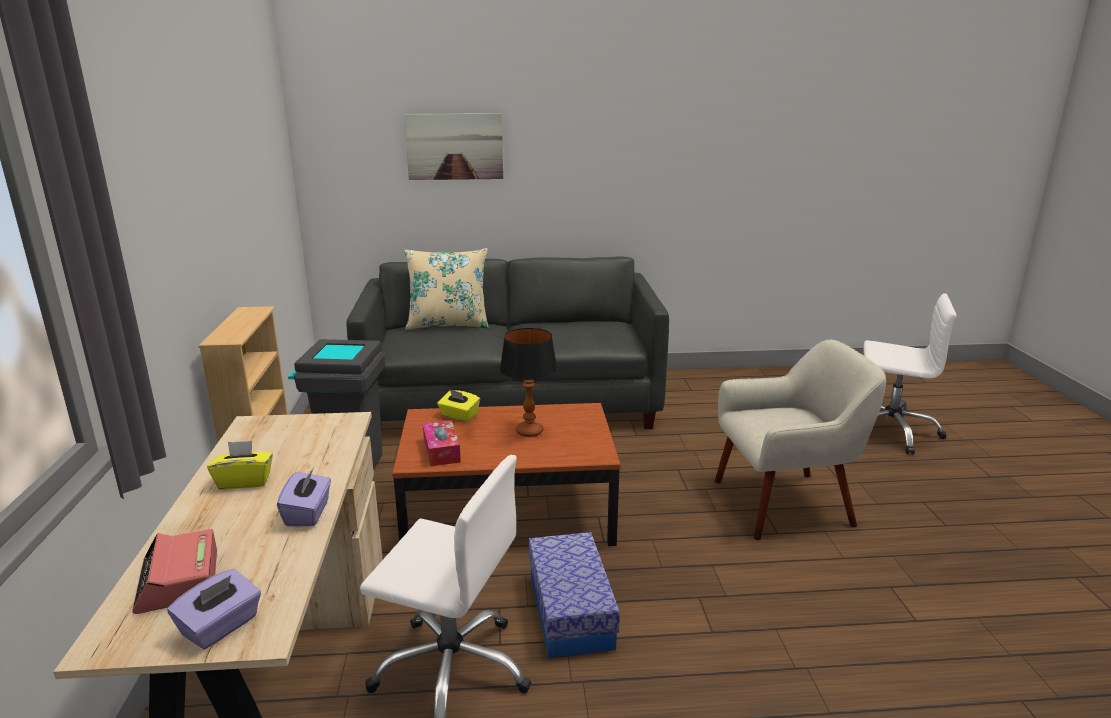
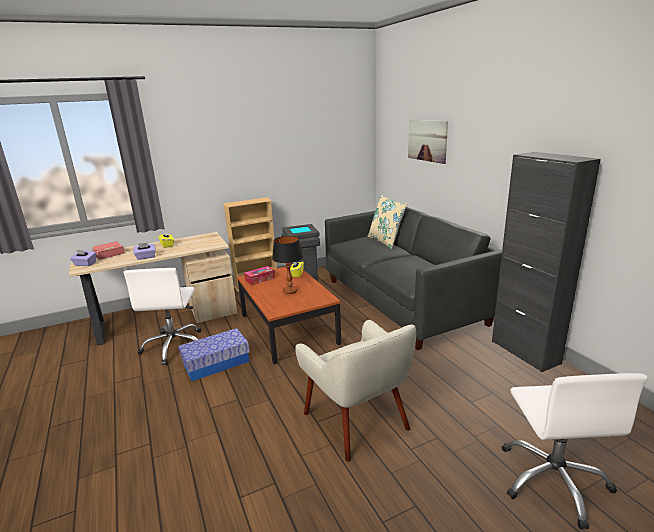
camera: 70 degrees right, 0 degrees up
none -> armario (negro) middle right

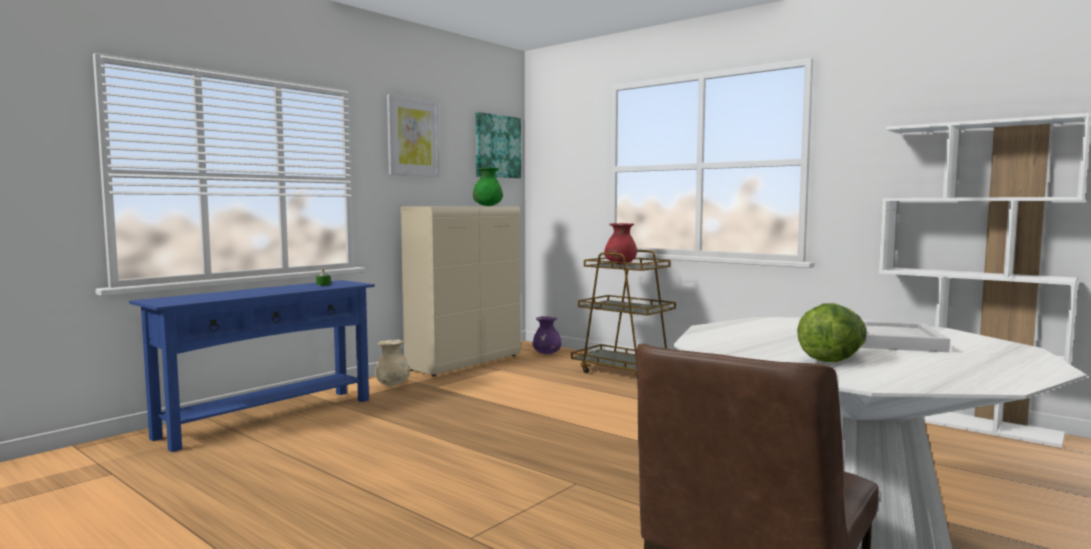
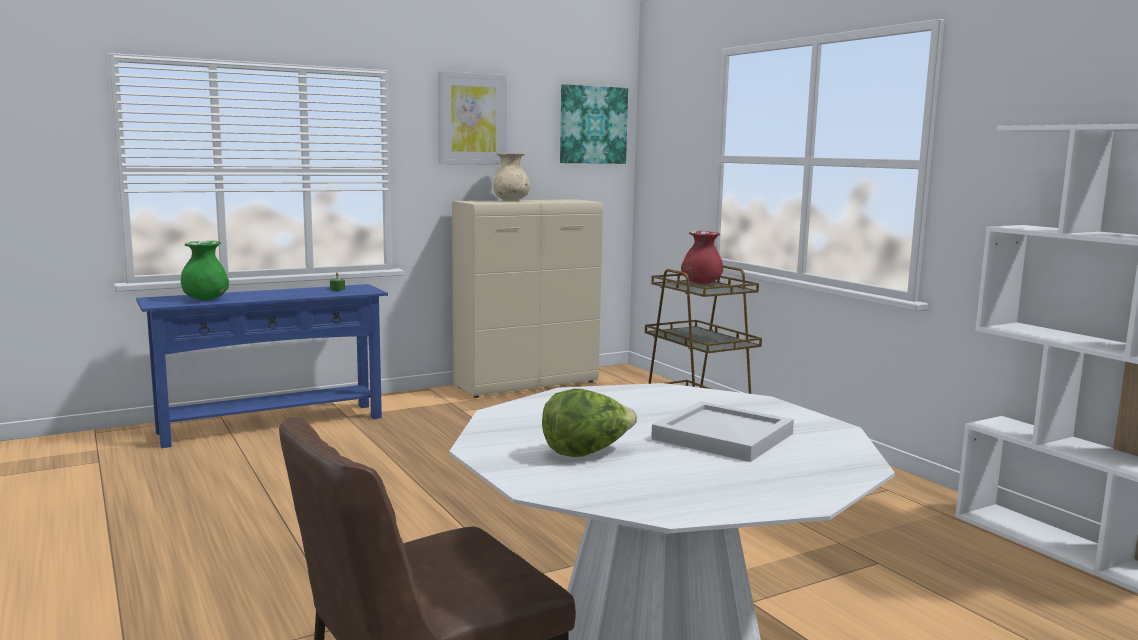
camera: 20 degrees right, 5 degrees up
florero (verde) centre -> florero (verde) middle left, moved
florero (beis) centre -> florero (beis) top centre, moved
florero (morado) centre -> none

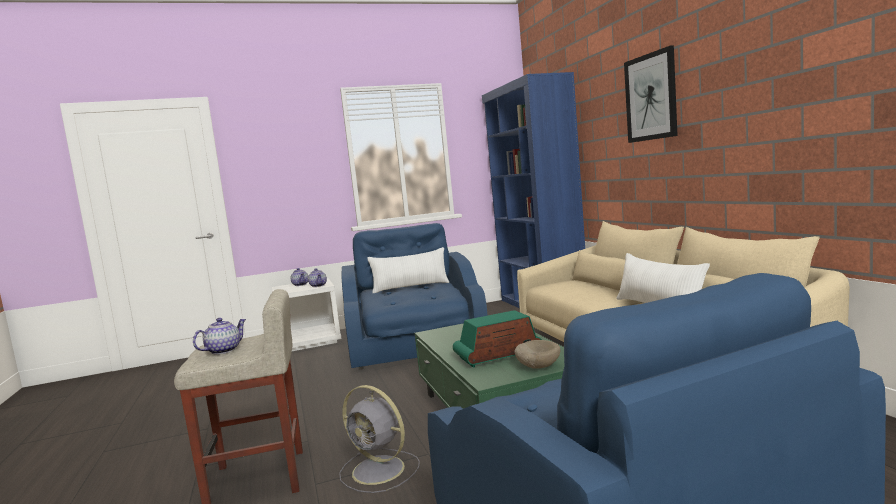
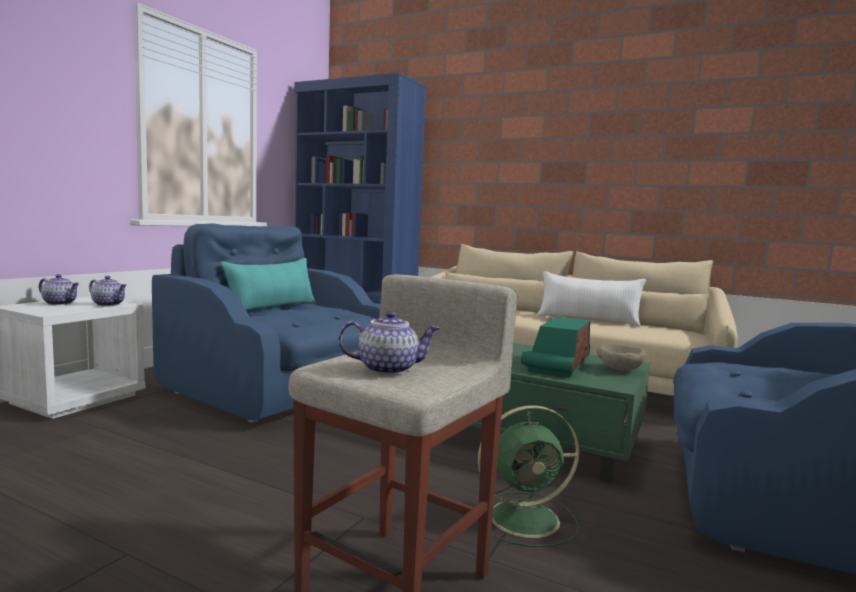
camera: 45 degrees left, 0 degrees up
cojín (blanco) (1st from left) centre -> cojín (turquesa) middle left
tetera (1st from left in the first image) bottom left -> tetera (3rd from left) centre, 90 degrees clockwise
ventilador (gris) bottom centre -> ventilador (verde) bottom centre
cuadro top right -> none

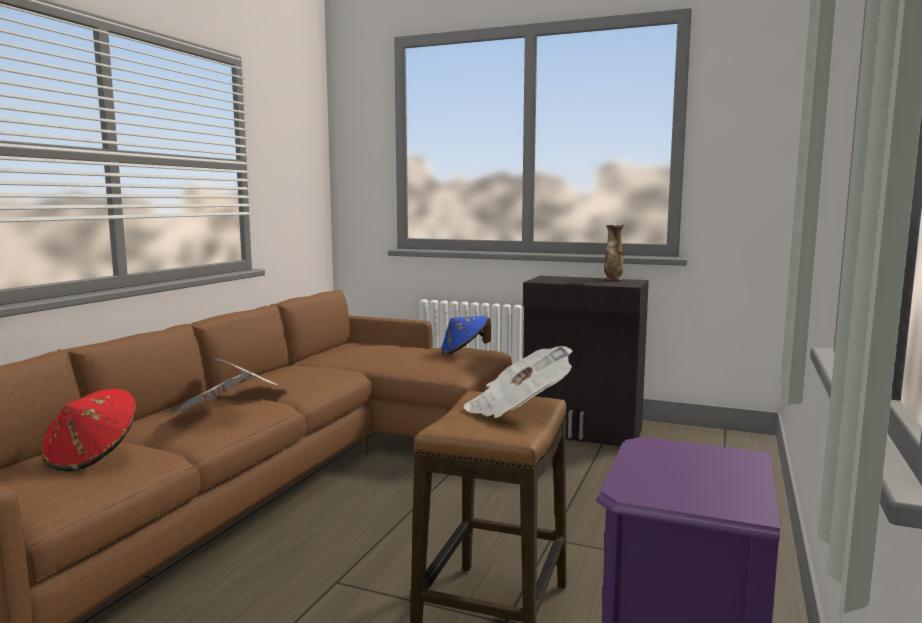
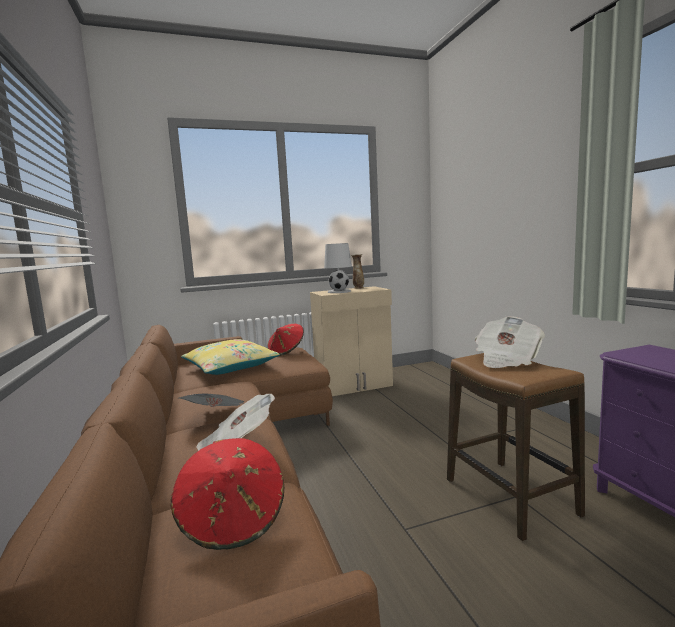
camera: 40 degrees left, 0 degrees up
none -> cojín (amarillo) centre
sombrero (azul) centre -> sombrero (rojo) (2nd from left) centre
armario (negro) centre -> armario (beis) centre
none -> lámpara de mesa (blanco) centre

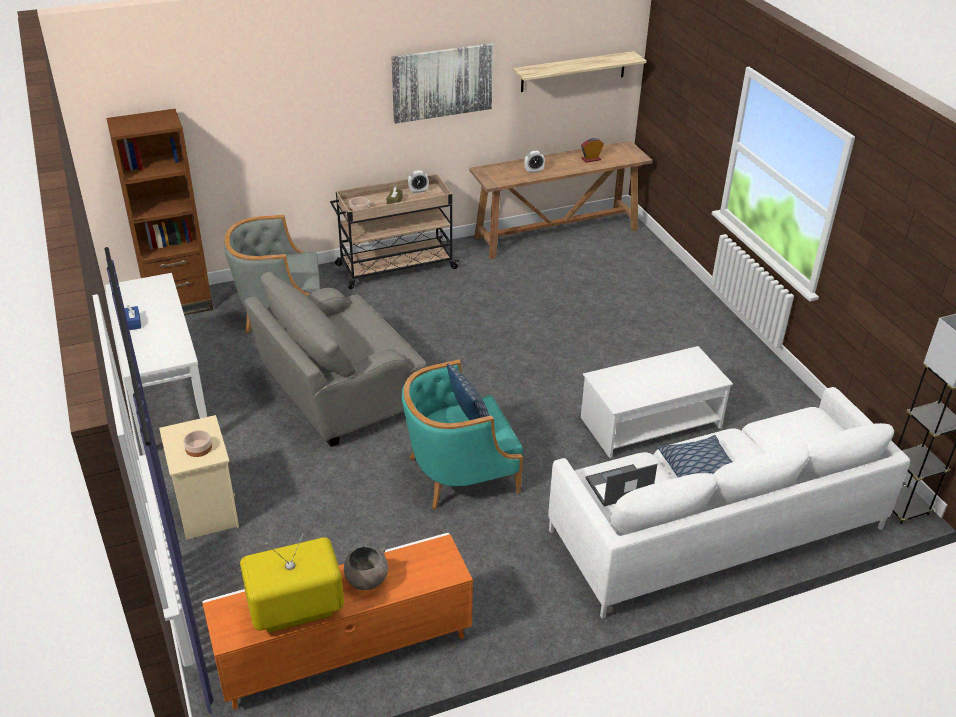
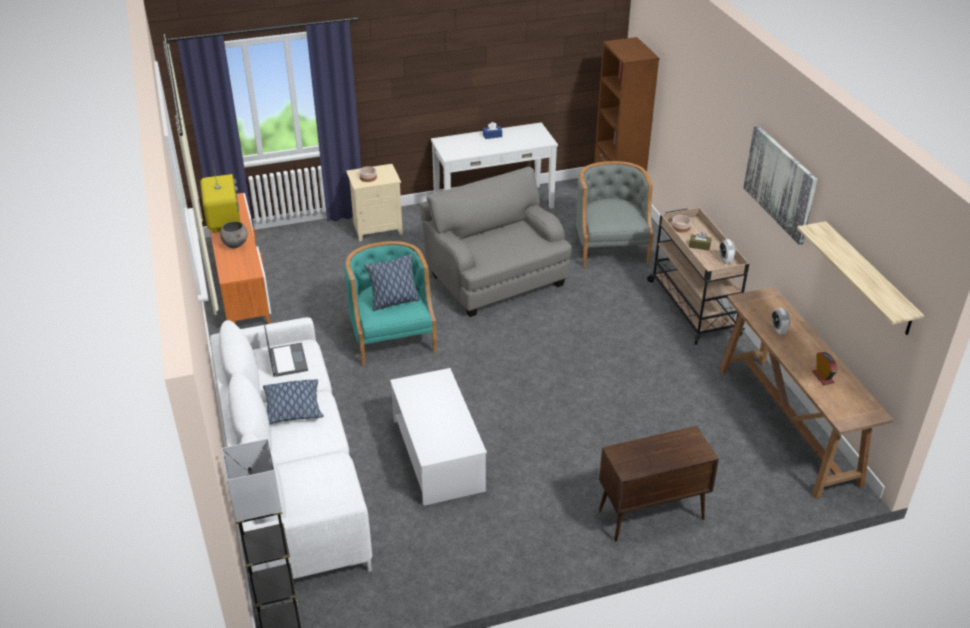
camera: 95 degrees right, 0 degrees up
none -> armario (marrón) bottom right

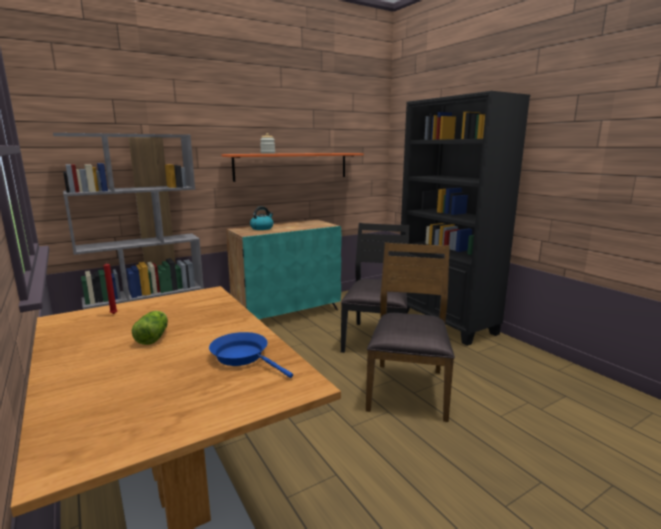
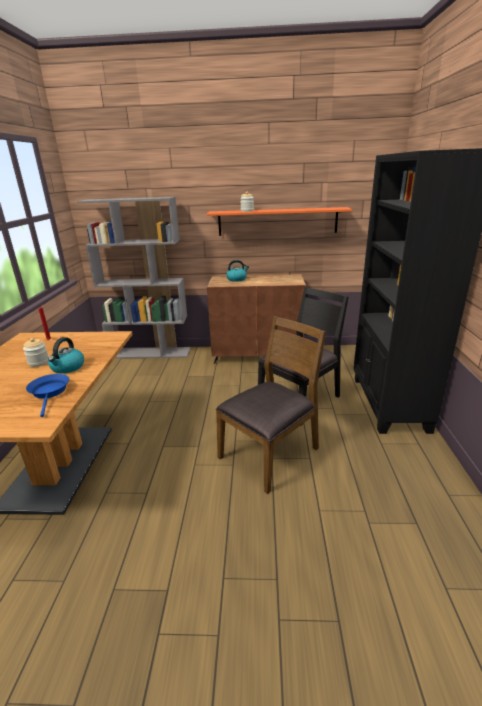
camera: 35 degrees right, 10 degrees up
lechuga middle left -> tarro (1st from left) middle left
none -> hervidor (1st from left) middle left
armario (turquesa) centre -> armario (marrón) centre

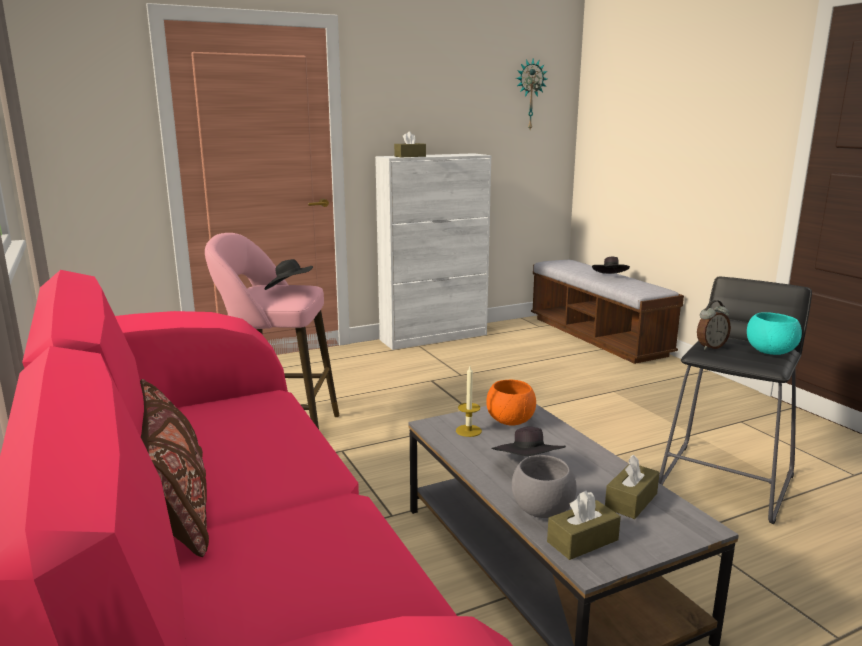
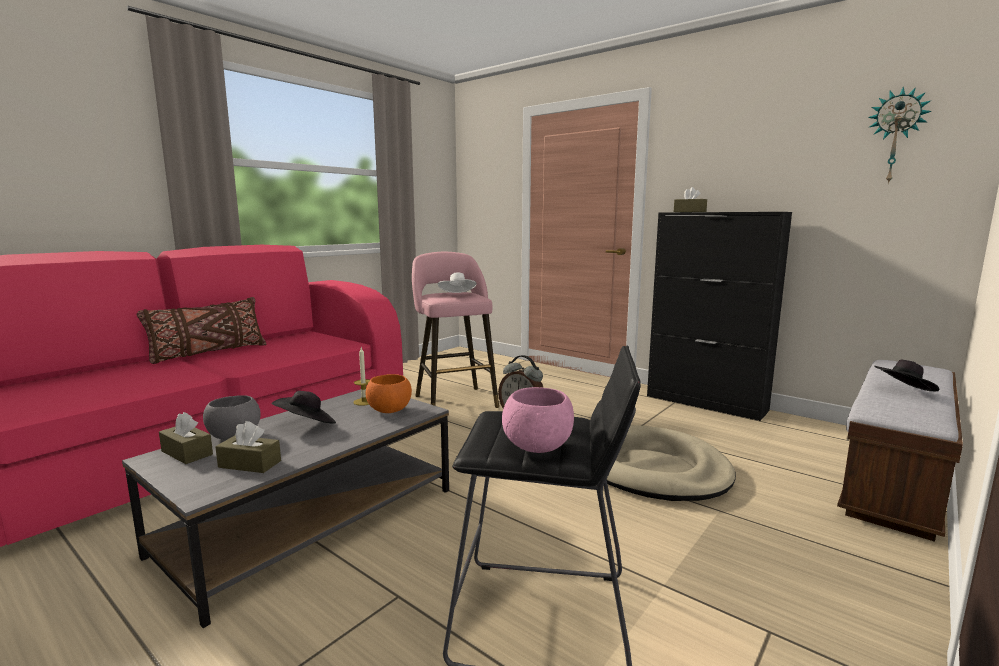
camera: 65 degrees right, 5 degrees down
sombrero (negro) (1st from left) centre -> sombrero (blanco) centre
cuenco (turquesa) middle right -> cuenco (rosa) centre
none -> cama para perro (beis) bottom right
armario (blanco) centre -> armario (negro) middle right

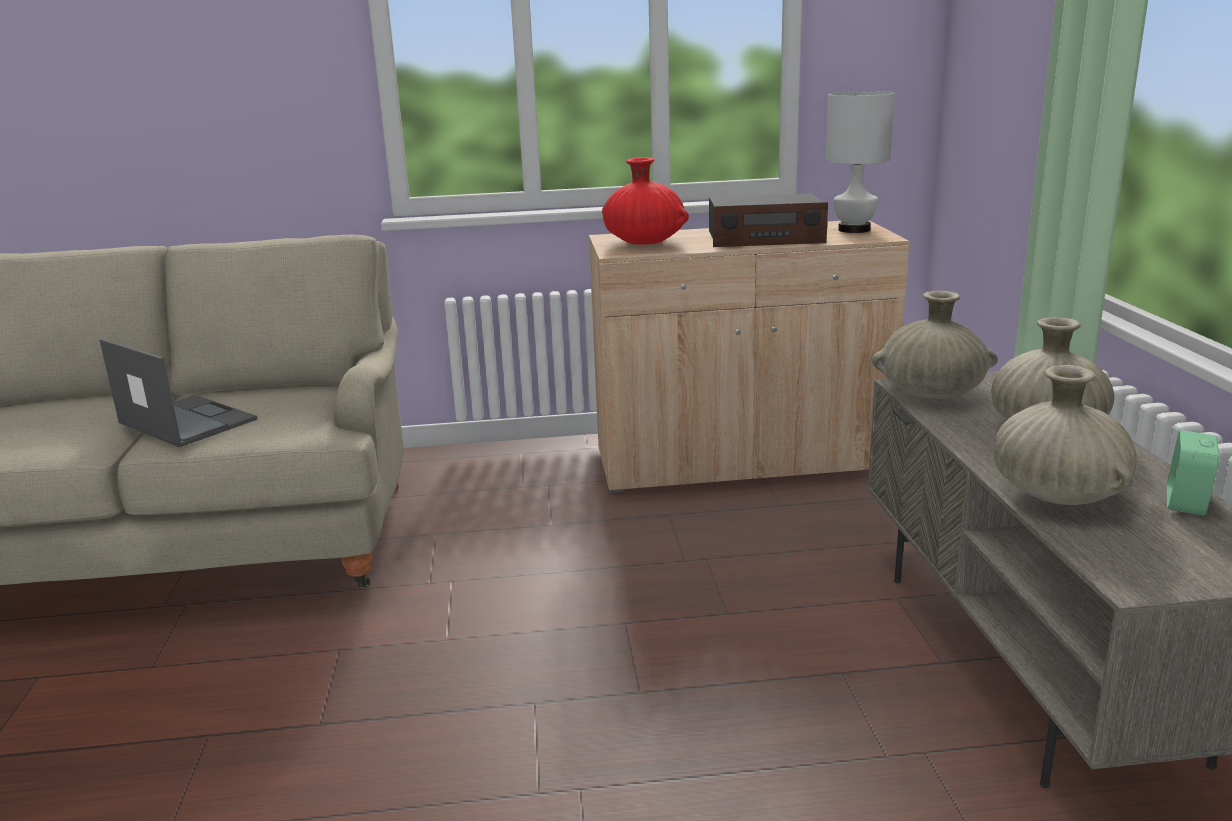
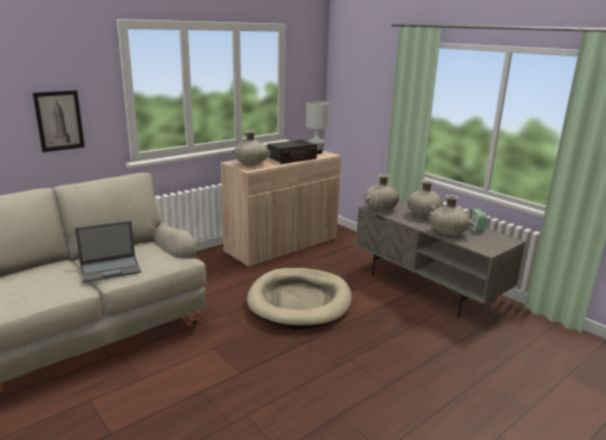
camera: 35 degrees left, 0 degrees up
none -> cuadro top left
portátil middle left, 150 degrees clockwise
florero (rojo) top centre -> florero (beis) (1st from left) centre
none -> cama para perro (beis) bottom centre

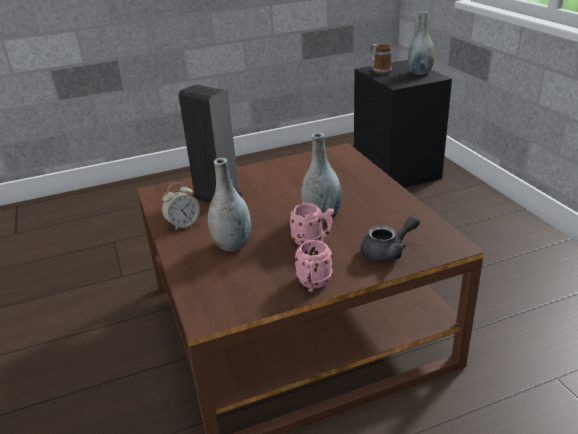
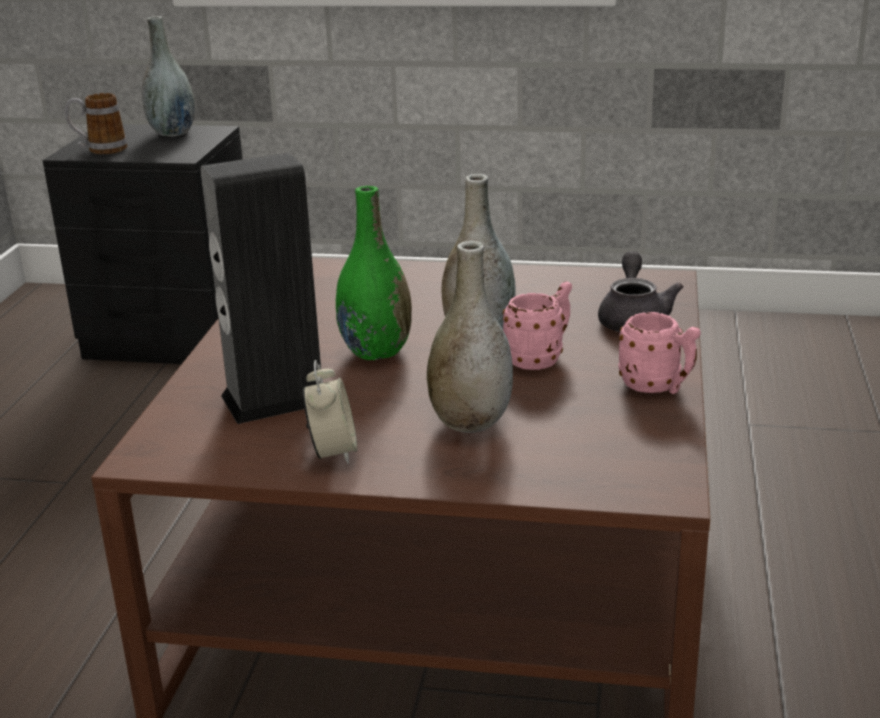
camera: 60 degrees left, 5 degrees down
none -> florero (verde) centre

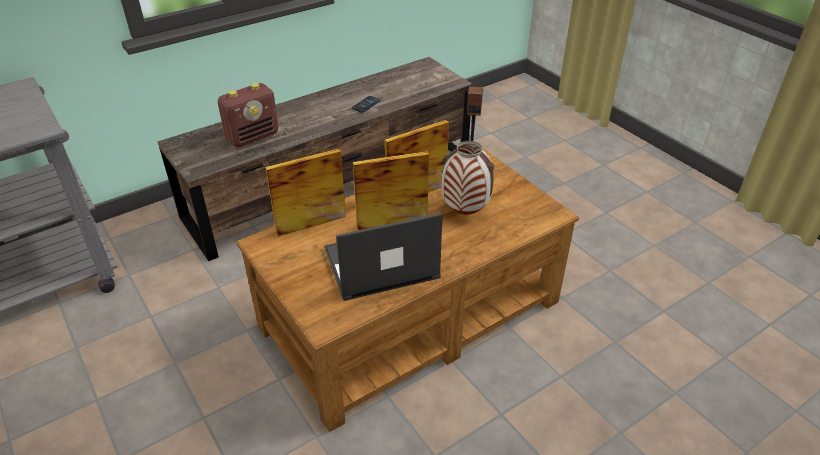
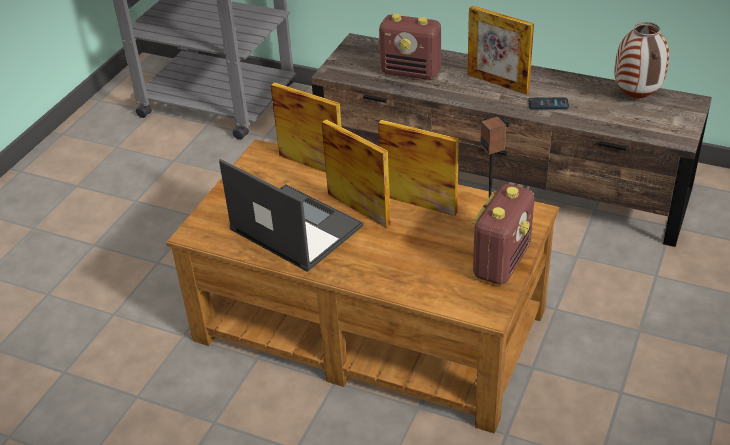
camera: 60 degrees right, 0 degrees up
none -> portarretratos (4th from left) top right
none -> radio (2nd from left) middle right
florero centre -> florero top right, moved

